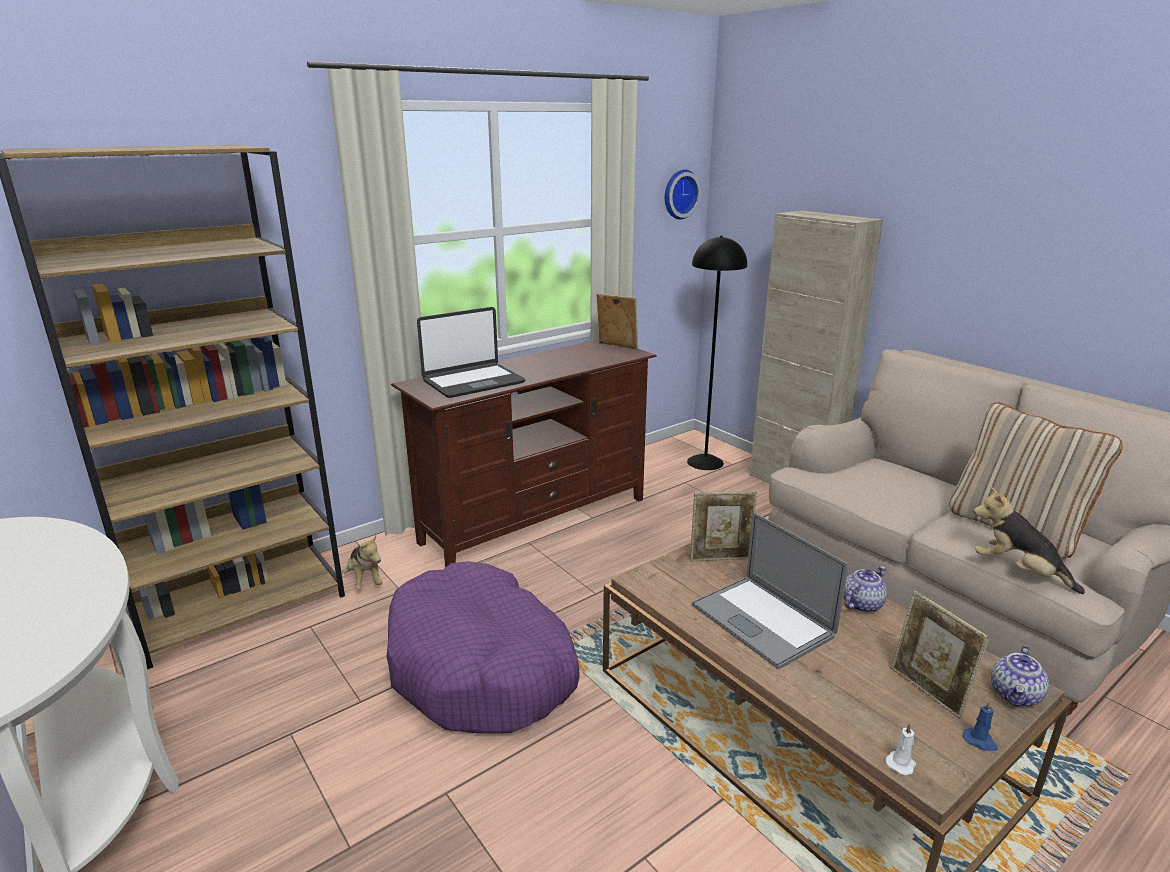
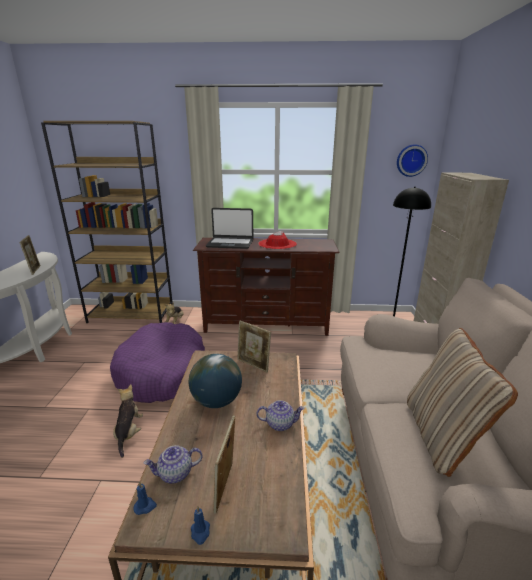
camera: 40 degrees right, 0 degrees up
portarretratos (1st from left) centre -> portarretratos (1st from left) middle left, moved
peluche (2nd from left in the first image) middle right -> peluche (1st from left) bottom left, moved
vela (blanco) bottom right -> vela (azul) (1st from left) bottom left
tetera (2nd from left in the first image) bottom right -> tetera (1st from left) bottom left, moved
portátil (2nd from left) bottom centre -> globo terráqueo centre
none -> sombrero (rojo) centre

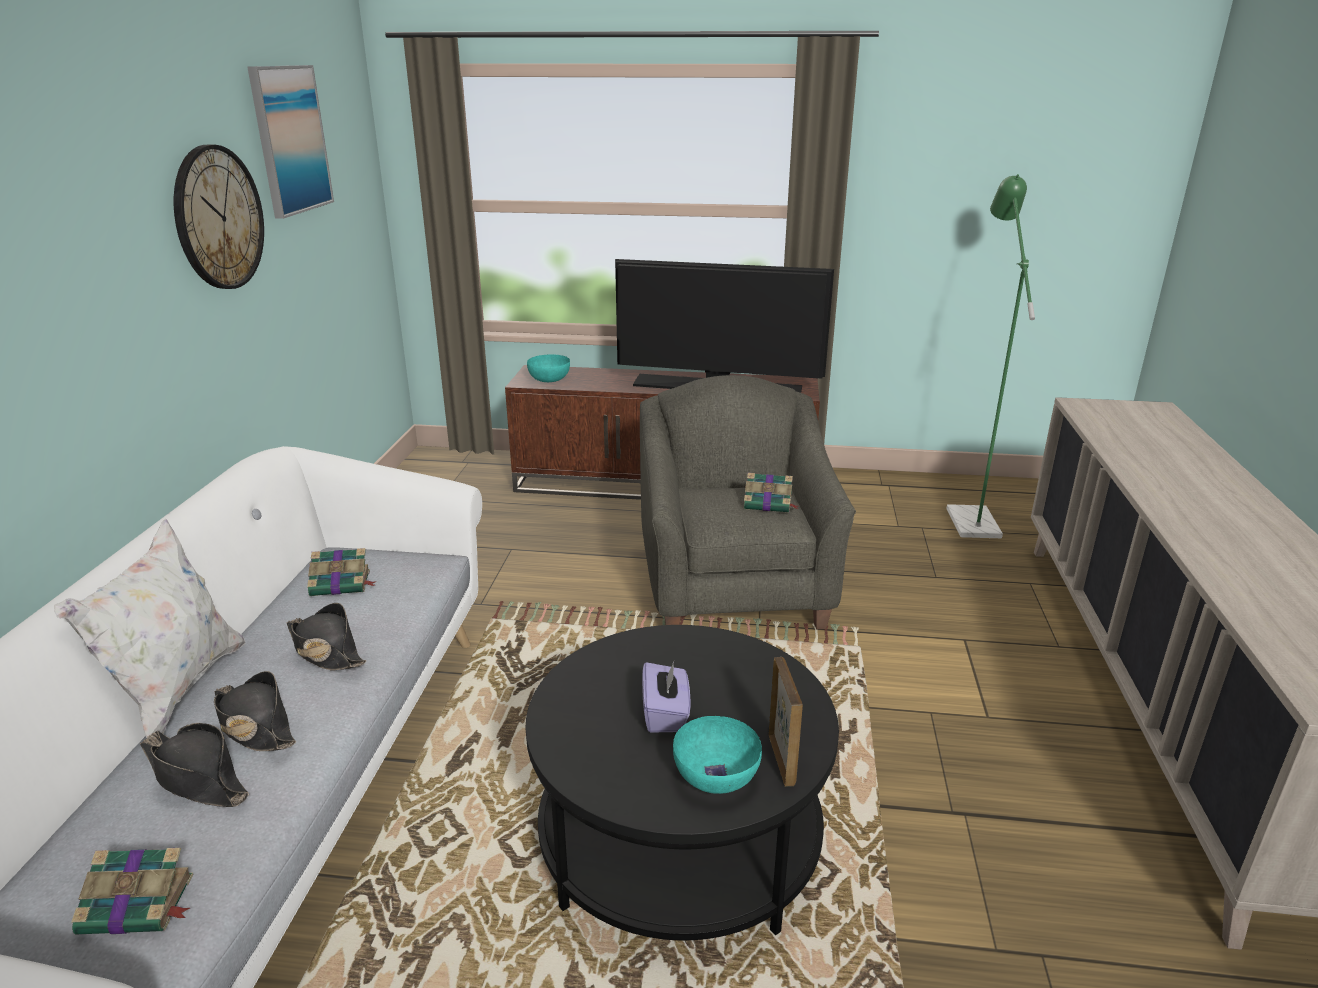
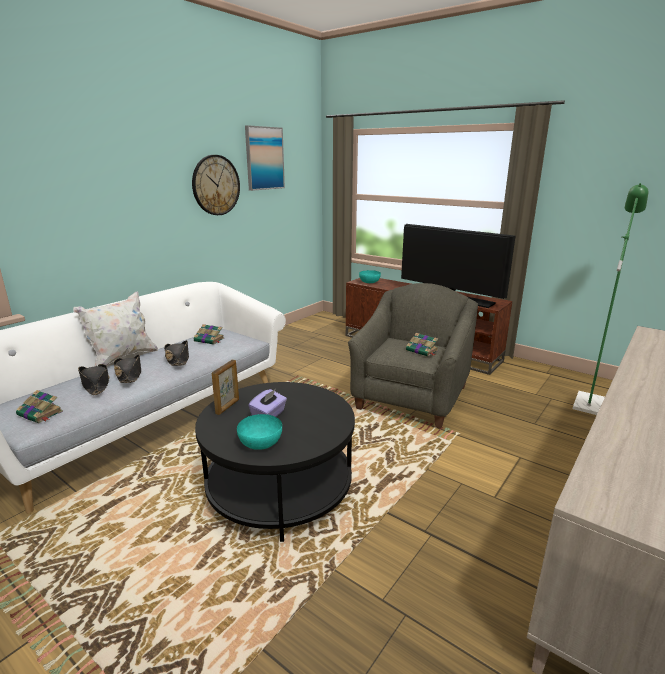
camera: 30 degrees right, 5 degrees down
portarretratos bottom centre -> portarretratos centre, moved

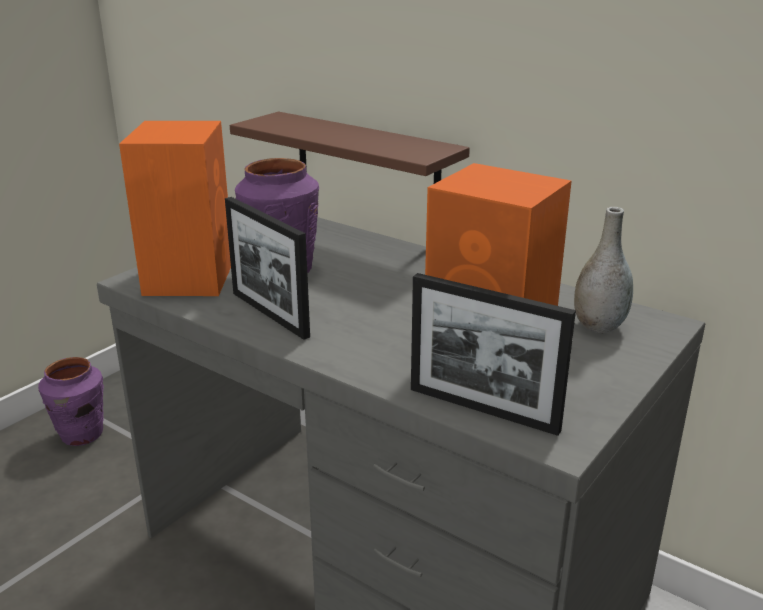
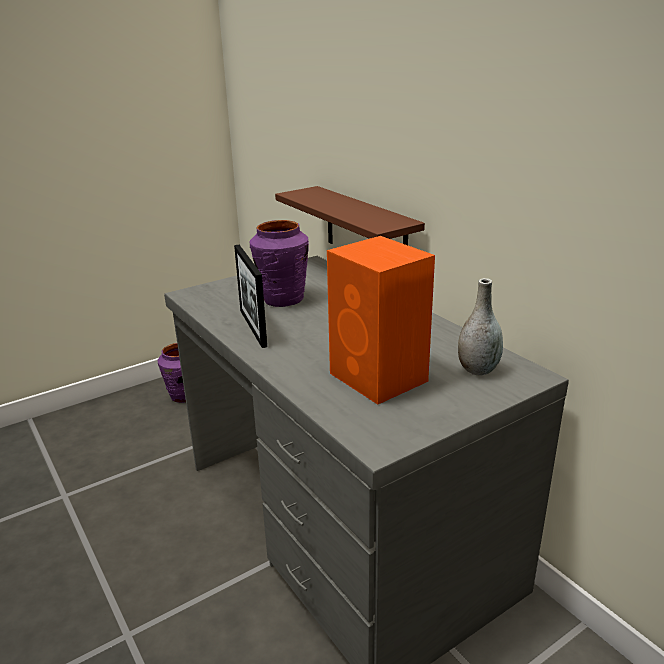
camera: 20 degrees right, 0 degrees up
altavoz (naranja) (1st from left) middle left -> none
portarretratos (2nd from left) centre -> none

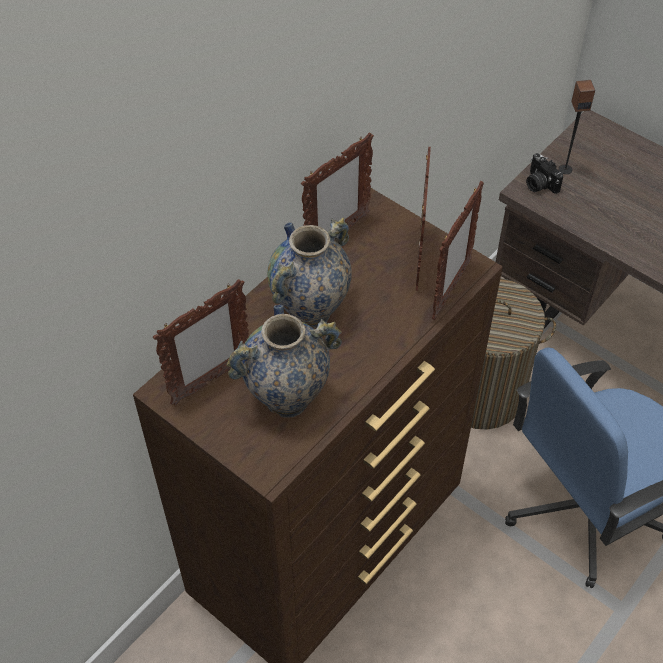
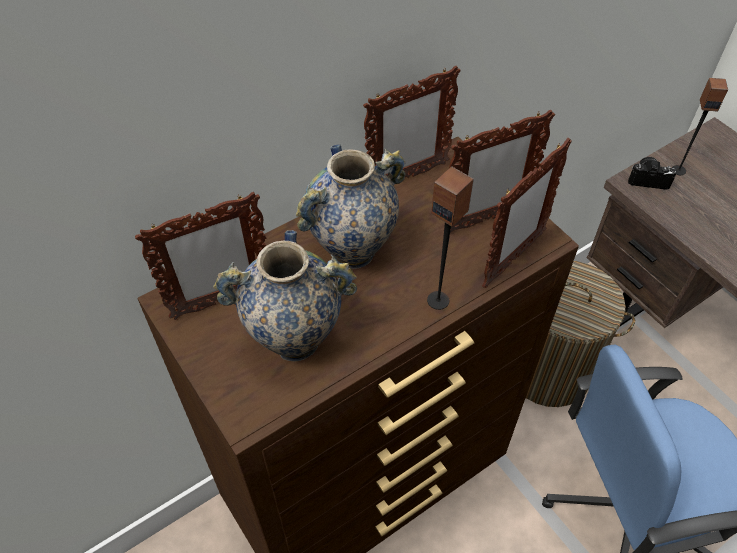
camera: 15 degrees right, 0 degrees up
none -> altavoz (1st from left) centre
portarretratos (3rd from left) top centre -> portarretratos (3rd from left) top right, 45 degrees clockwise
cámara top right, 120 degrees clockwise

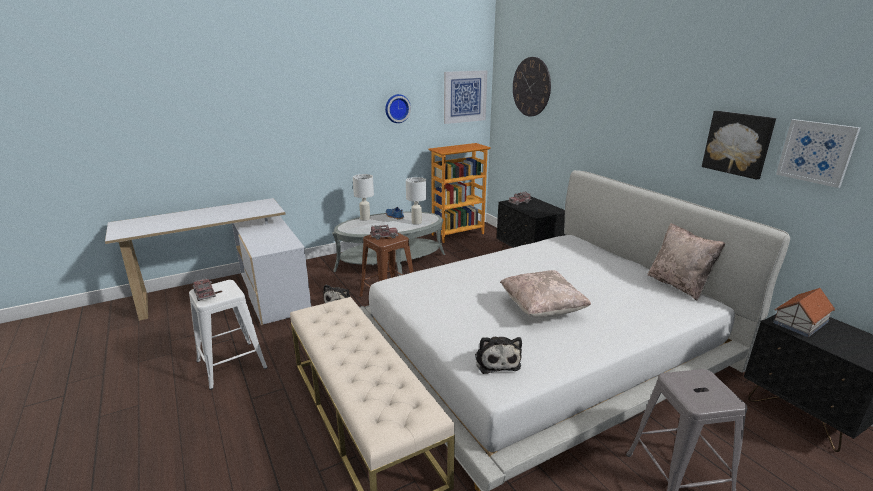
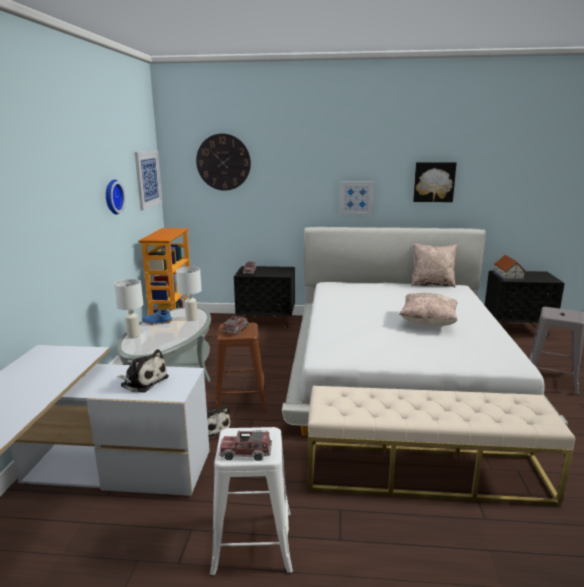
camera: 55 degrees left, 5 degrees down
peluche (2nd from left in the first image) bottom centre -> peluche (1st from left) middle left, moved
cuadro (3rd from left in the first image) top right -> cuadro (2nd from left) centre, moved

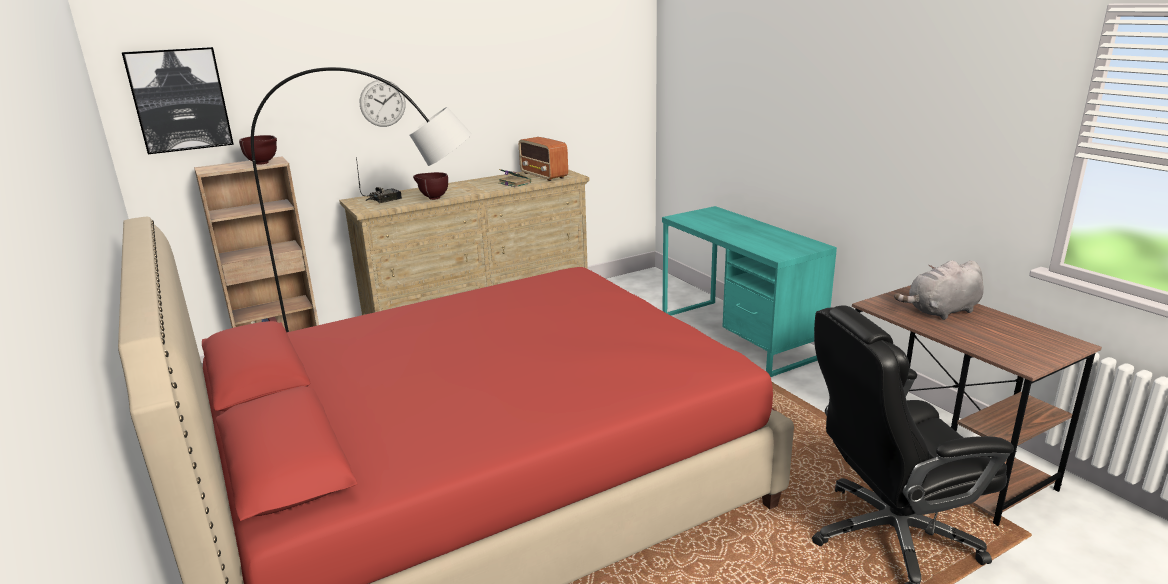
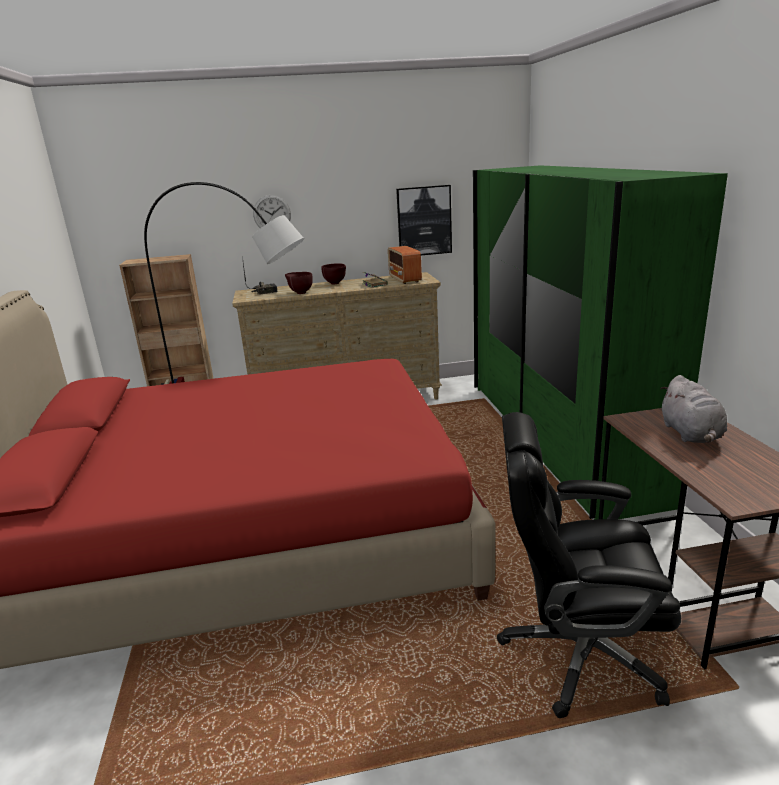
camera: 20 degrees right, 0 degrees up
cuenco (marrón) (1st from left in the first image) top left -> cuenco (marrón) (2nd from left) centre, moved
cuadro top left -> cuadro top centre, moved
escritorio (turquesa) centre -> armario ropero (verde) middle right
peluche (gris) middle right, 90 degrees counterclockwise

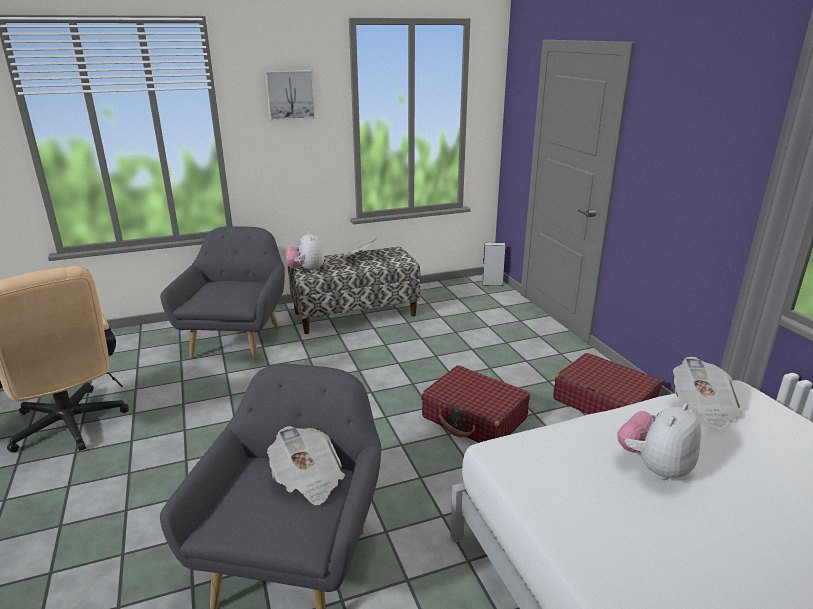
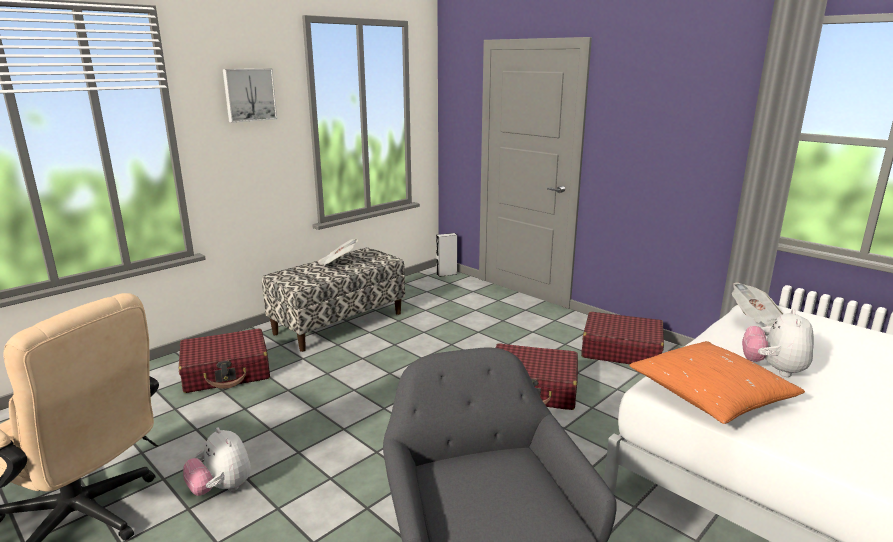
camera: 25 degrees left, 5 degrees down
sillón (gris) (1st from left) middle left -> maleta (rojo) (1st from left) middle left
peluche (1st from left) centre -> peluche (1st from left) bottom left, moved
none -> cojín (naranja) bottom right
periódico (1st from left) bottom centre -> none

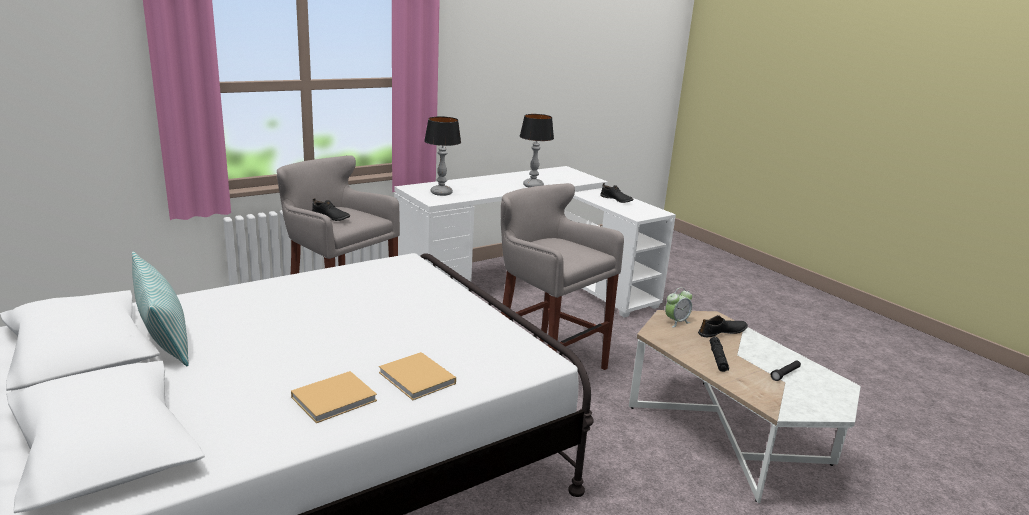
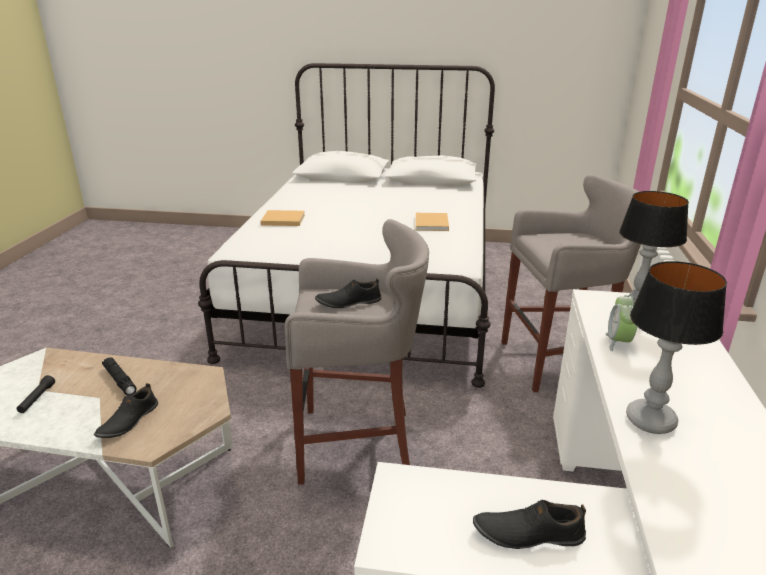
camera: 135 degrees right, 5 degrees up
zapato (negro) (1st from left in the first image) middle left -> zapato (negro) (2nd from left) centre, moved
libro (beis) (1st from left in the first image) bottom left -> libro (beis) (2nd from left) centre, moved
despertador centre -> despertador middle right, moved
cojín middle left -> none

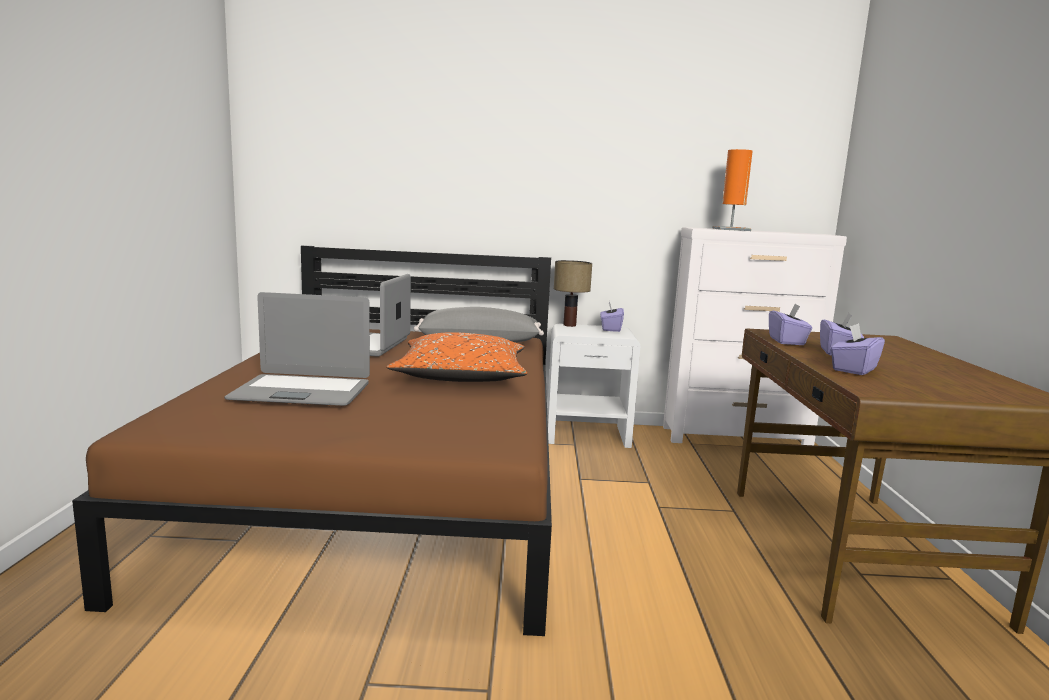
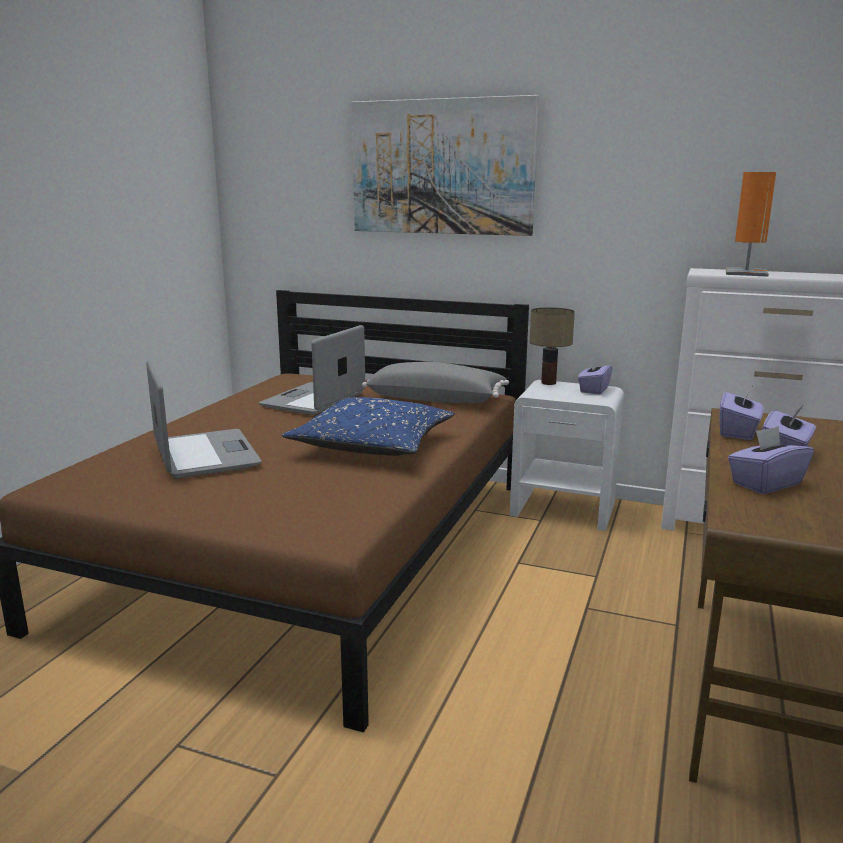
camera: 20 degrees right, 5 degrees up
portátil (1st from left) middle left, 135 degrees counterclockwise
cojín (naranja) centre -> cojín (azul) centre
none -> cuadro top centre

